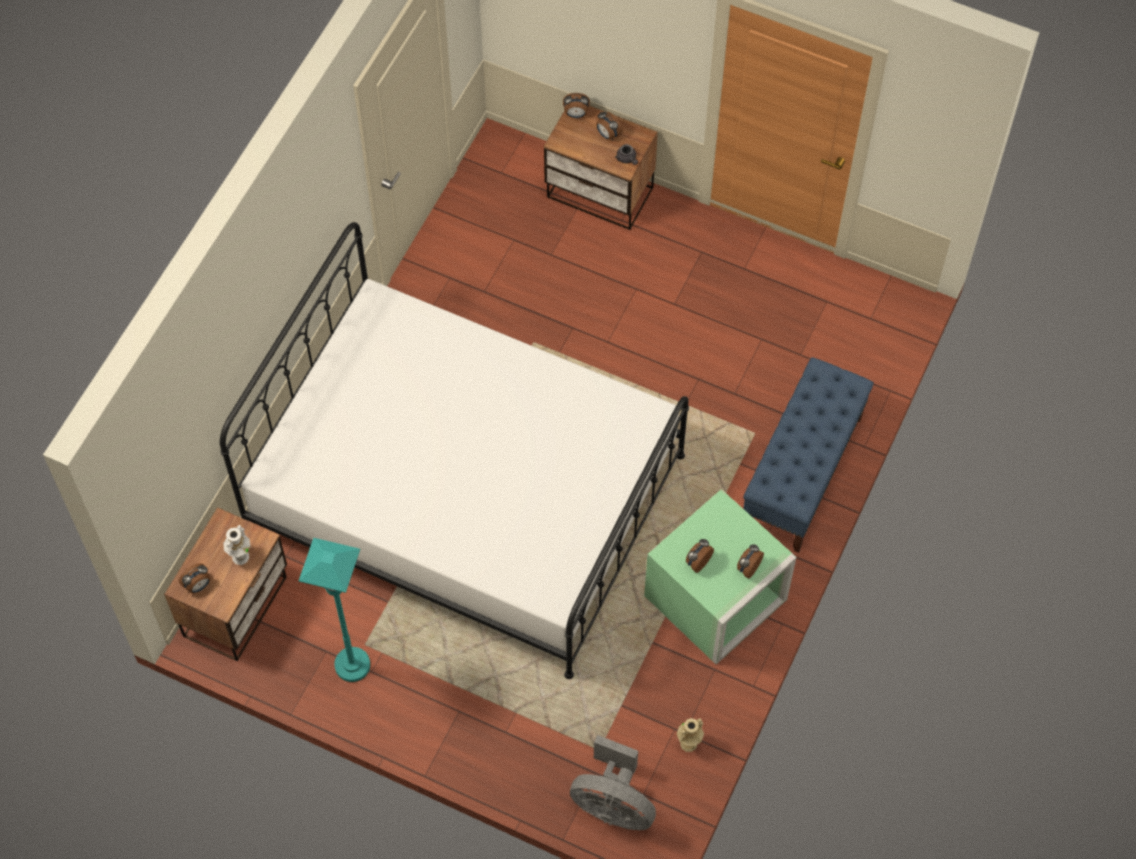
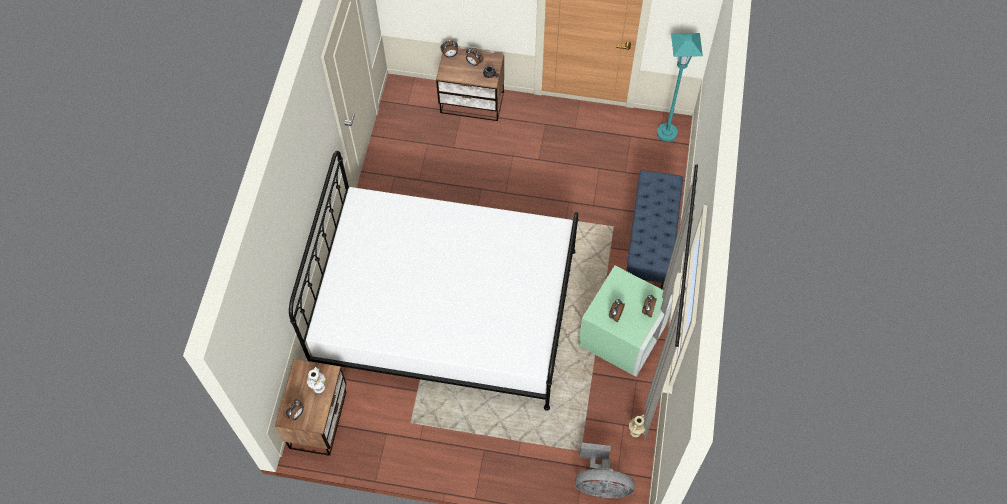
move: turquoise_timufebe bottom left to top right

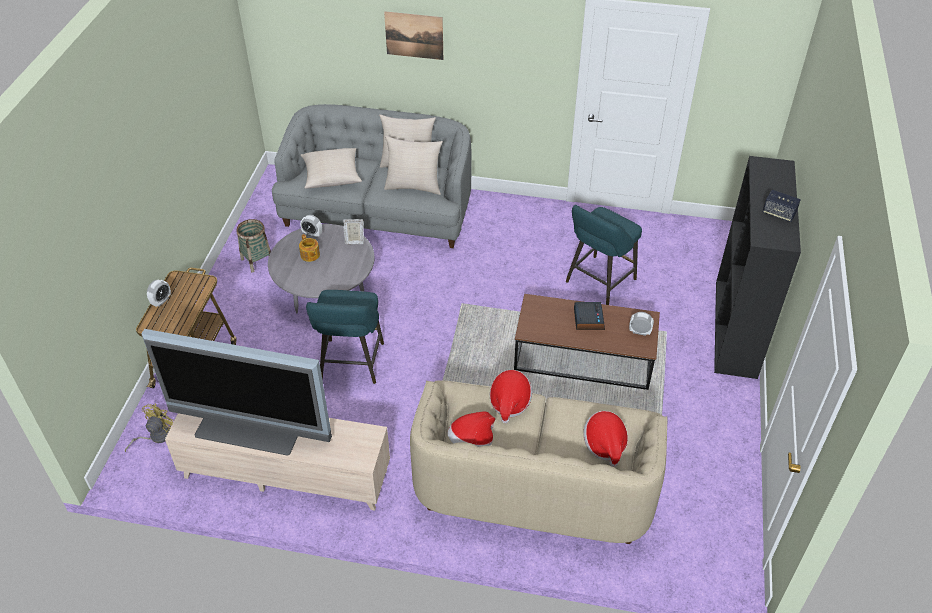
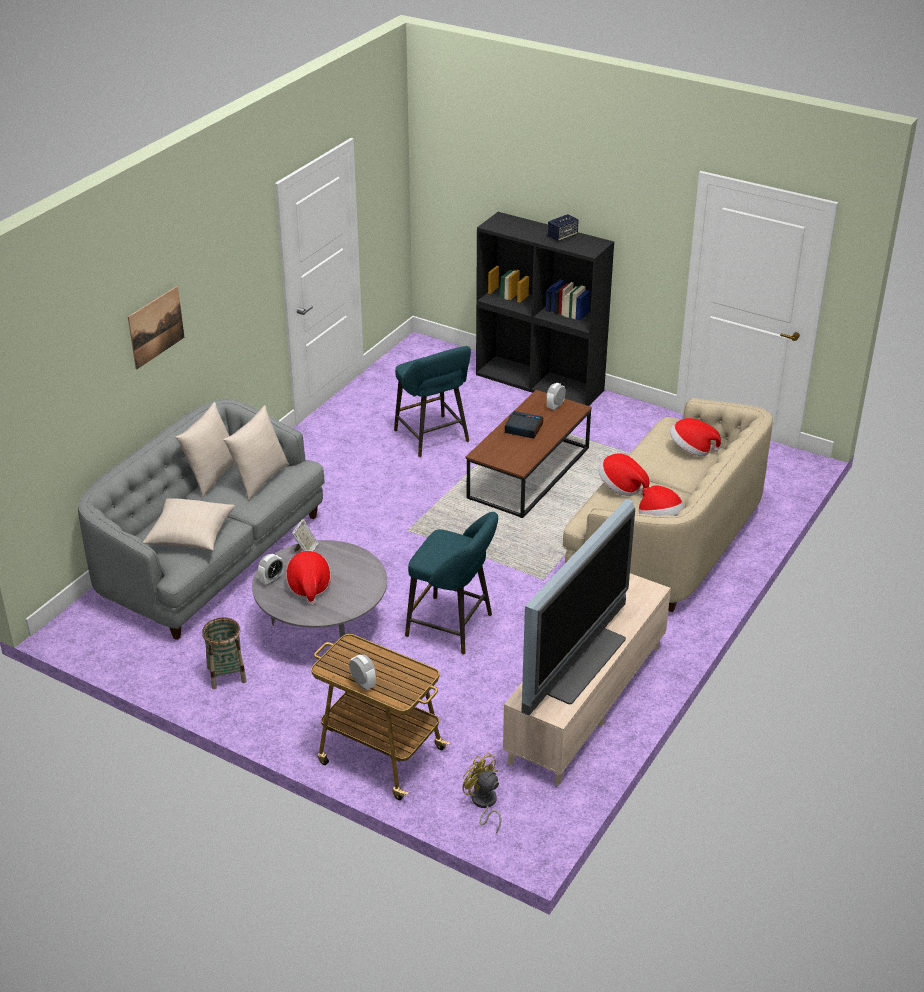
replace: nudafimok middle left to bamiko (1st from left) centre

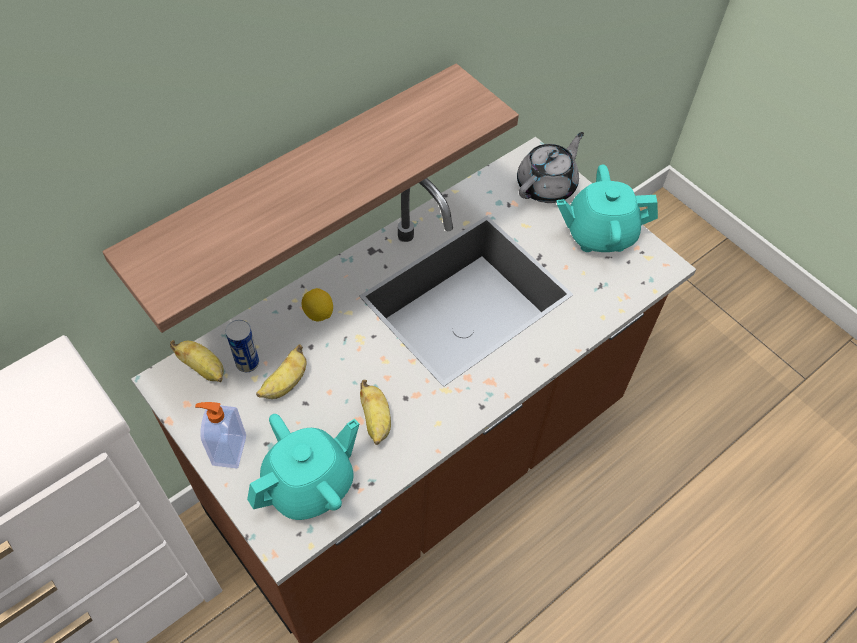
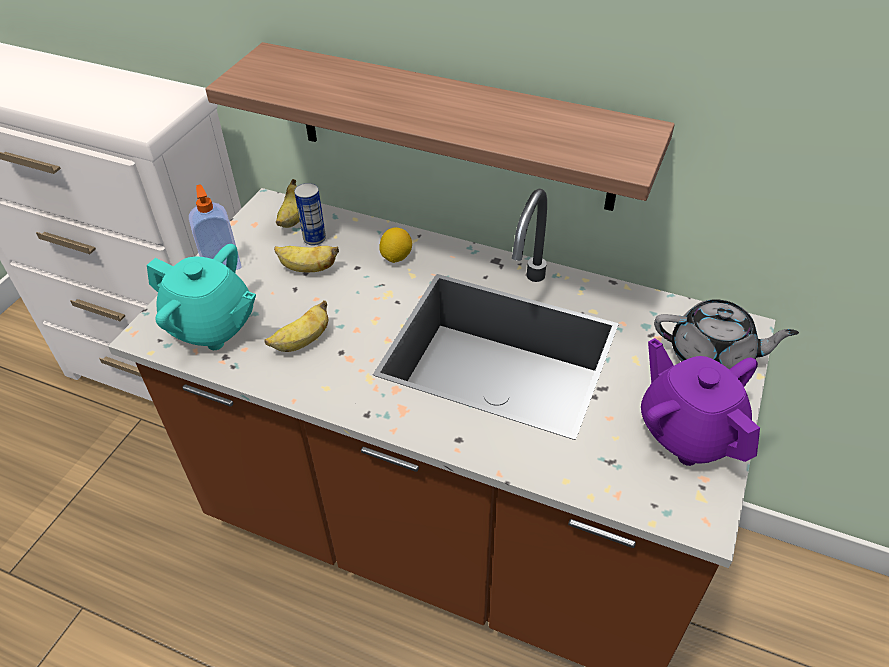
recolor: turquoise_nudafimok (2nd from left) top right to purple_nudafimok middle right

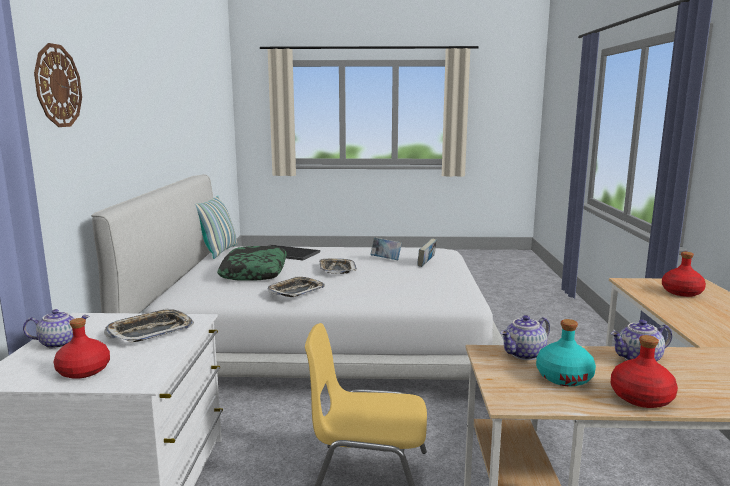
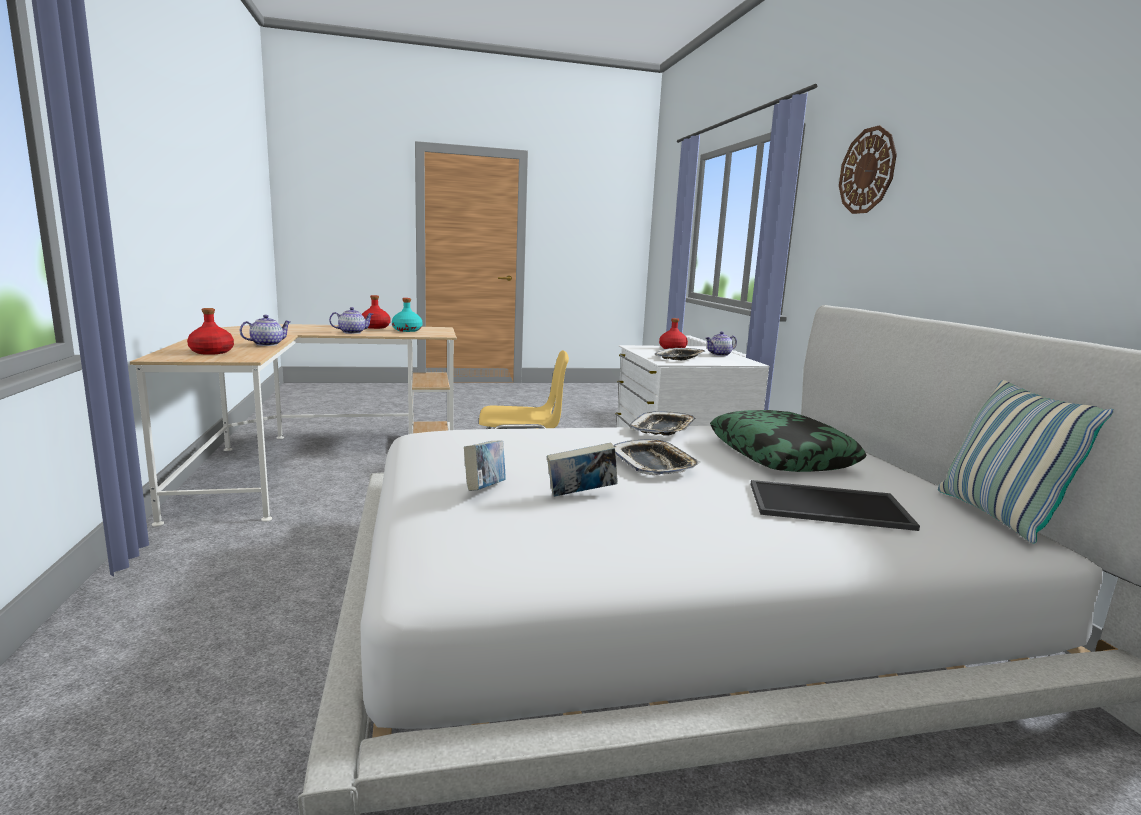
move: nudafimok (2nd from left in the first image) bottom right to nudafimok (1st from left) middle left

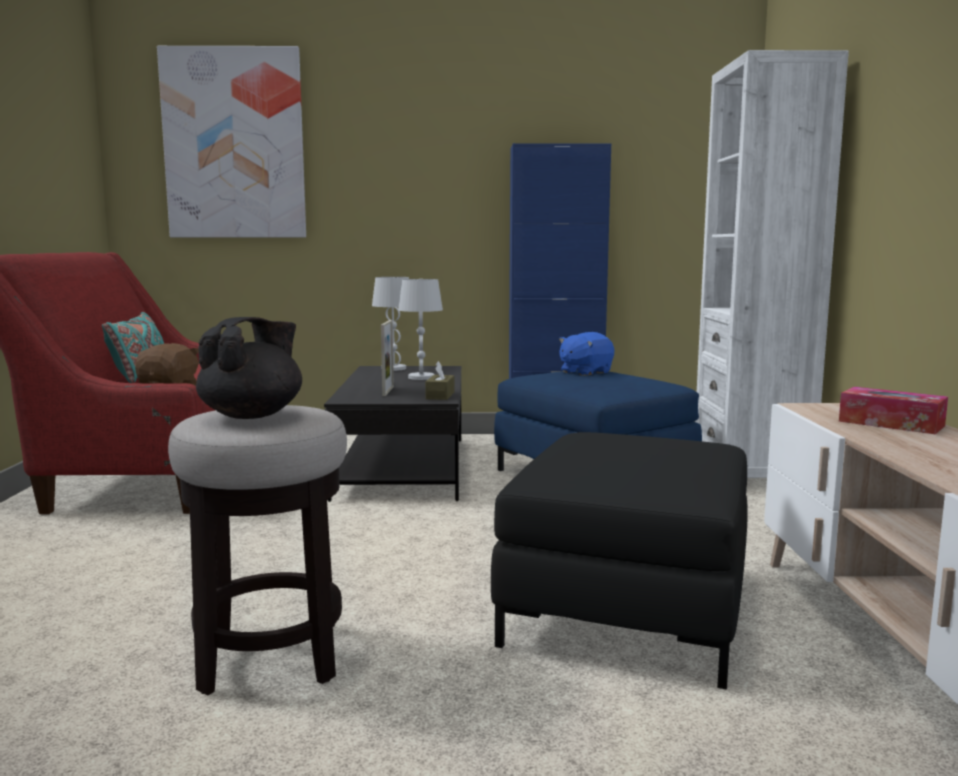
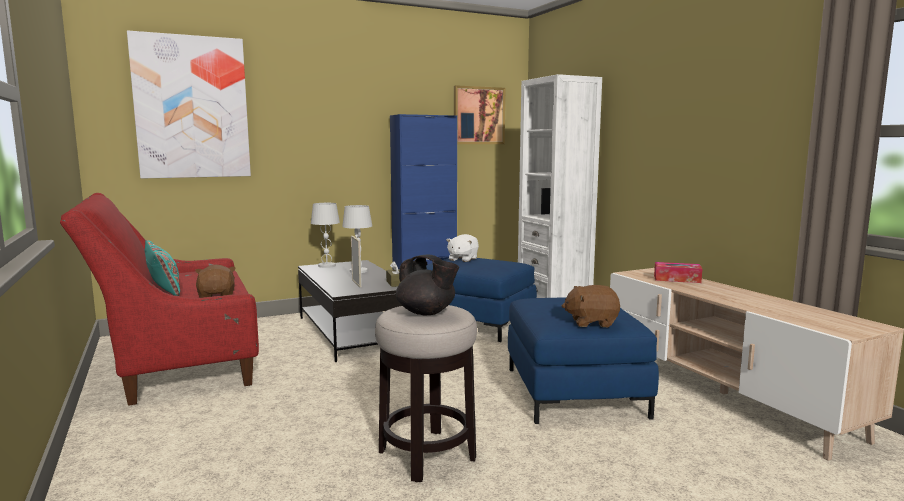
insert: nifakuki (2nd from left) top centre; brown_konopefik (2nd from left) centre
recolor: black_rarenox bottom centre to blue_rarenox (2nd from left) bottom centre; blue_konopefik centre to white_konopefik centre
rotate: black_nudafimok middle left = centre 120 degrees clockwise

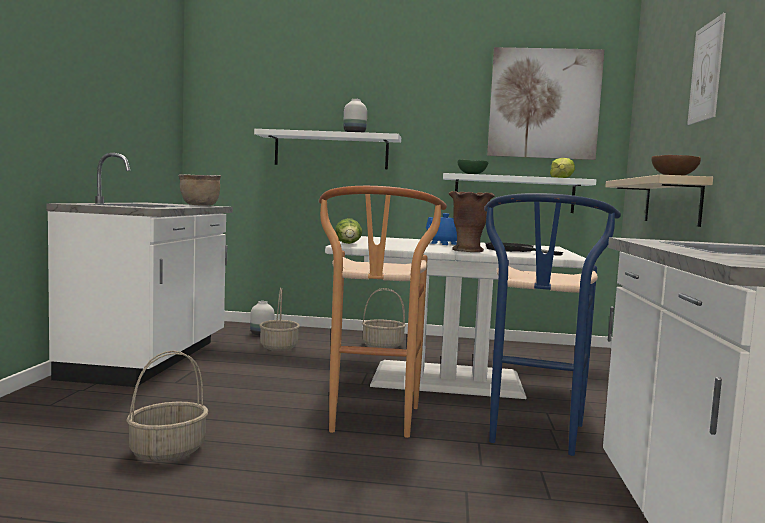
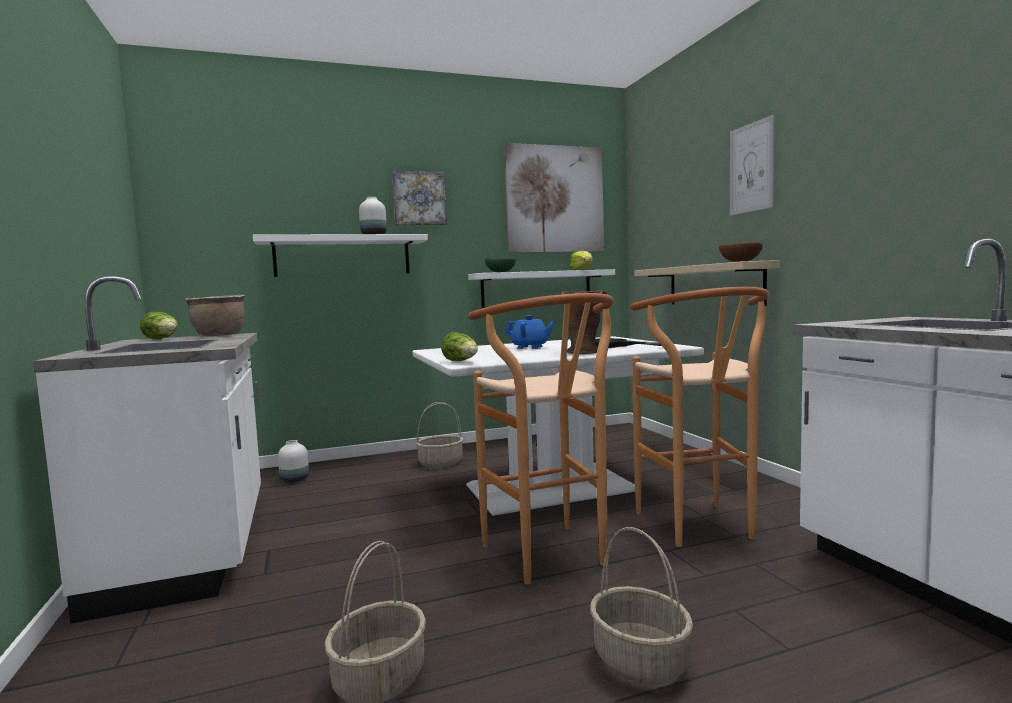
insert: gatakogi (1st from left) middle left; nifakuki (1st from left) top centre
move: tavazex (2nd from left in the first image) centre to tavazex (3rd from left) bottom centre
recolor: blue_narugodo middle right to brown_narugodo (2nd from left) middle right

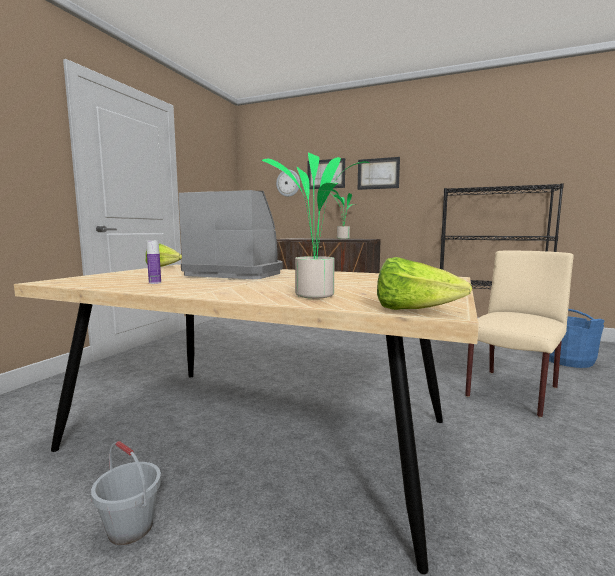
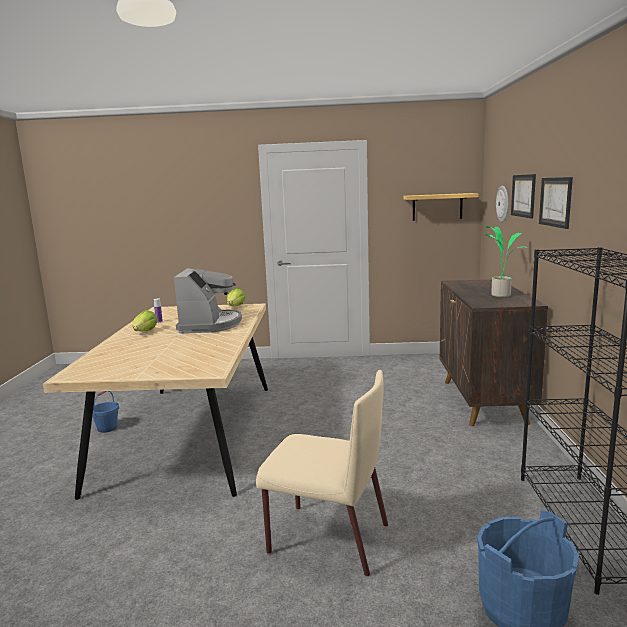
delete: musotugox (1st from left) centre
insert: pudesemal top right
move: gatakogi (2nd from left in the first image) middle right to gatakogi (1st from left) middle left
recolor: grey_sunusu bottom left to blue_sunusu (1st from left) middle left

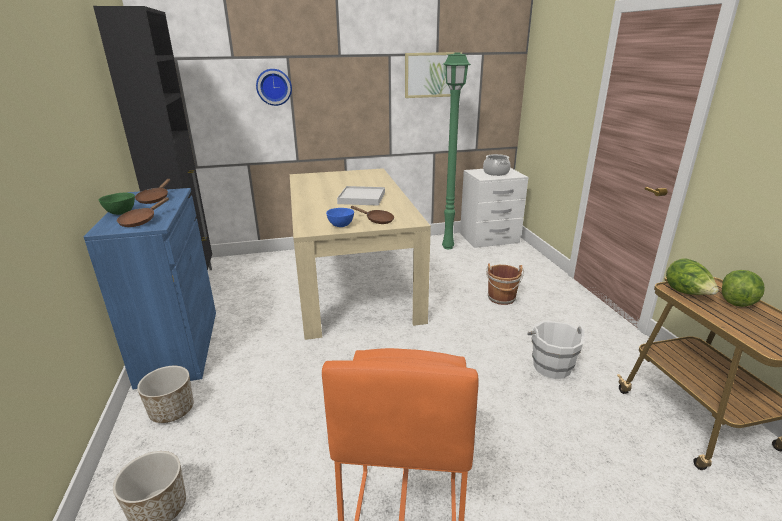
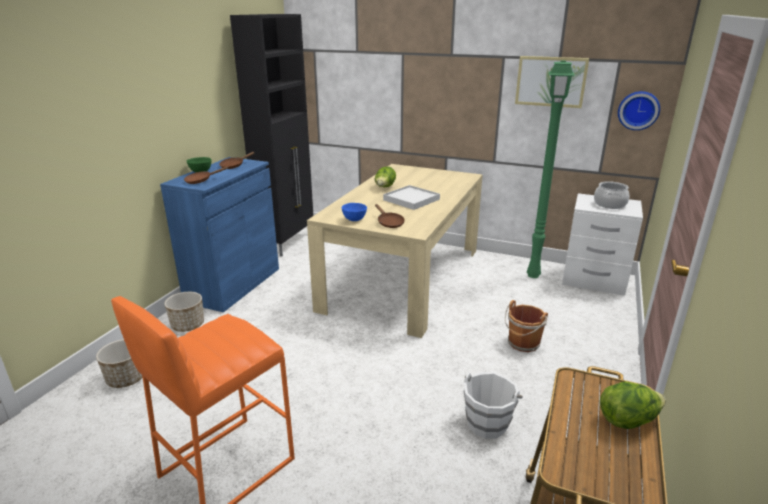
move: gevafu top centre to top right; gatakogi (1st from left) middle right to centre

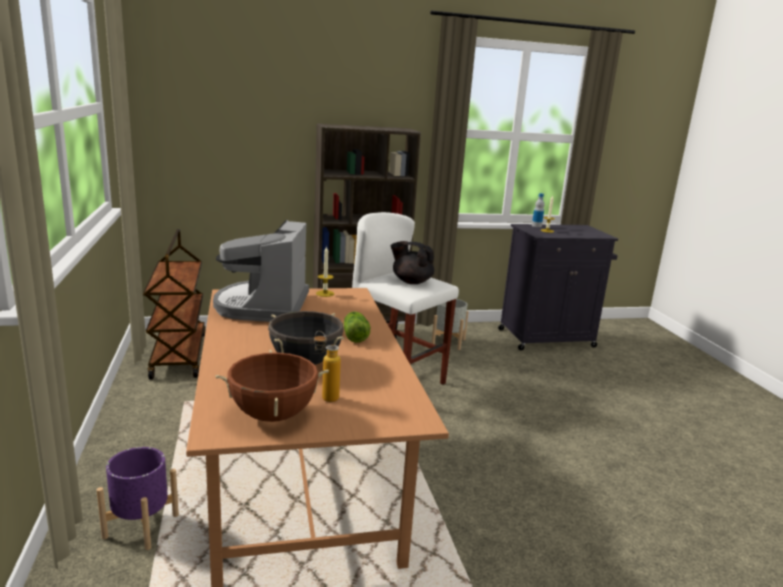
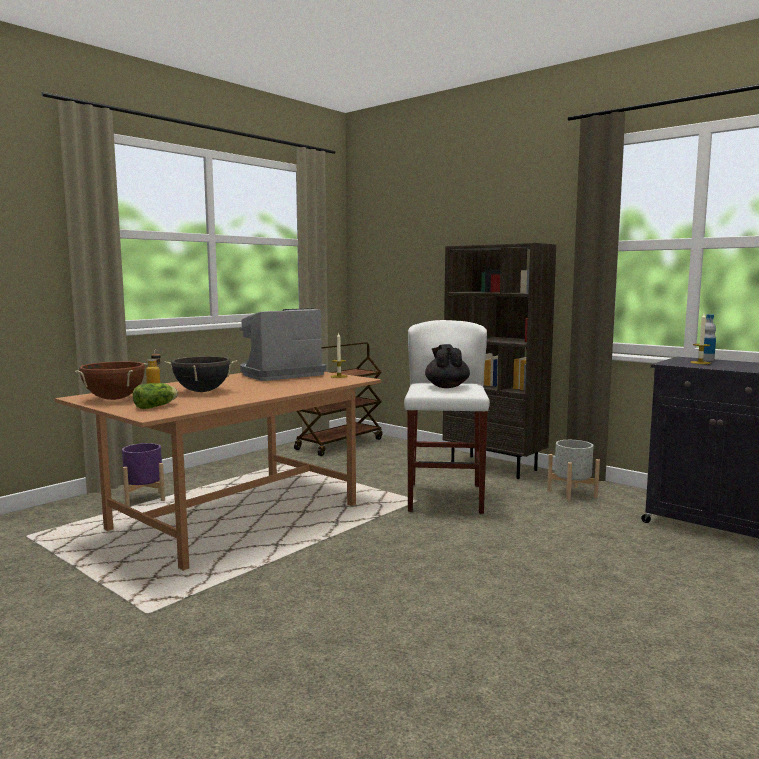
move: gatakogi centre to middle left

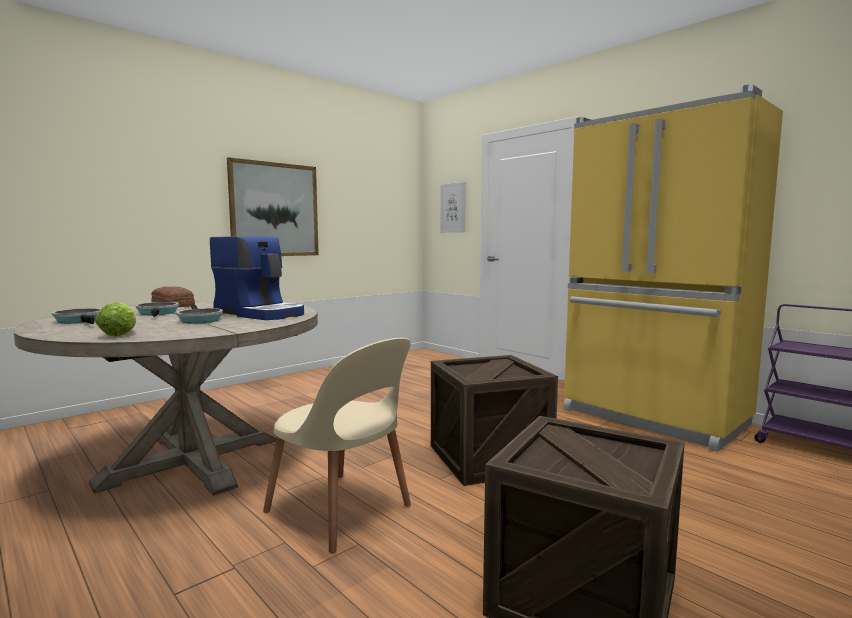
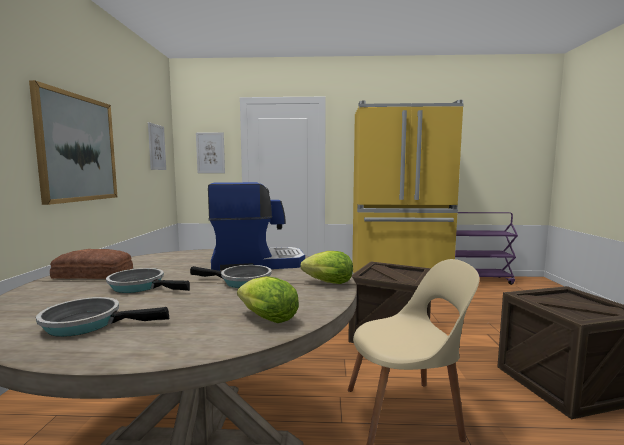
insert: nifakuki (2nd from left) top left; gatakogi (2nd from left) centre

